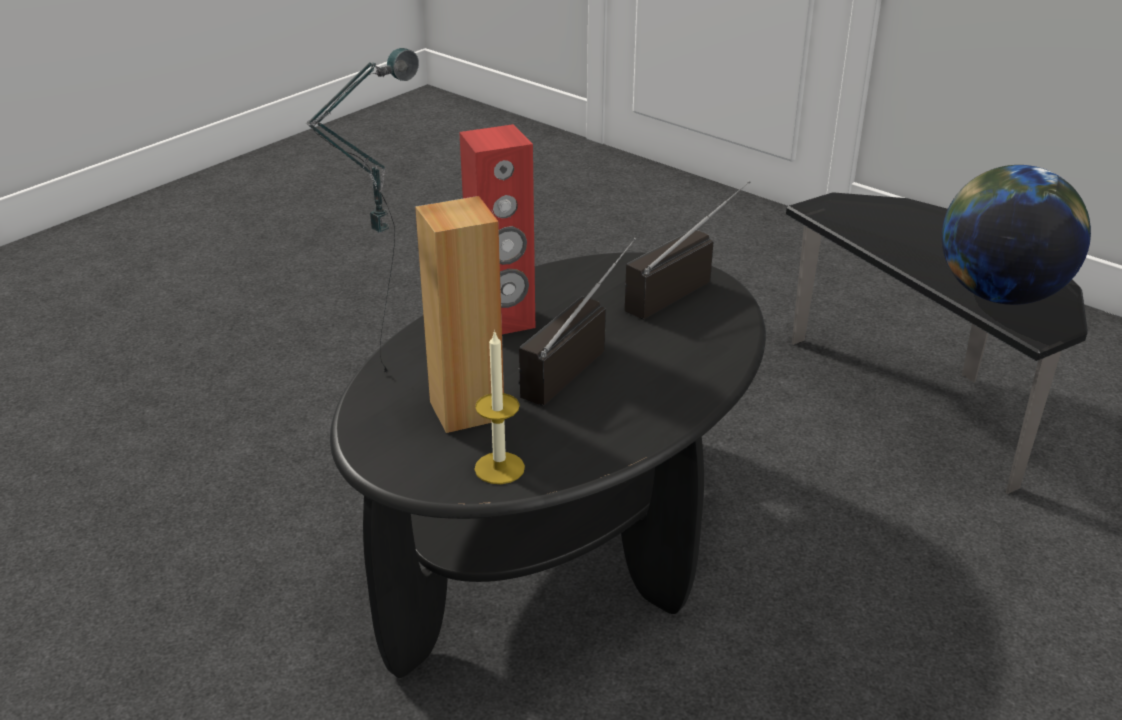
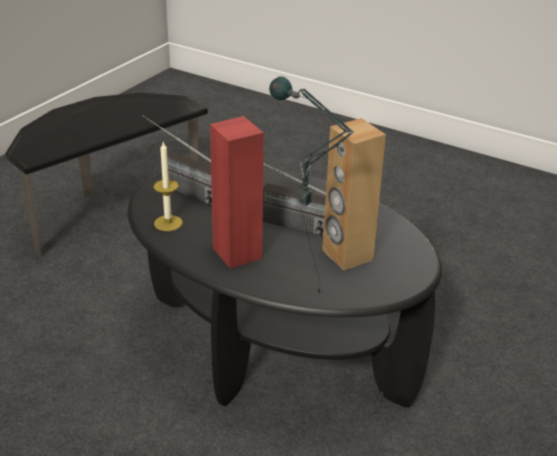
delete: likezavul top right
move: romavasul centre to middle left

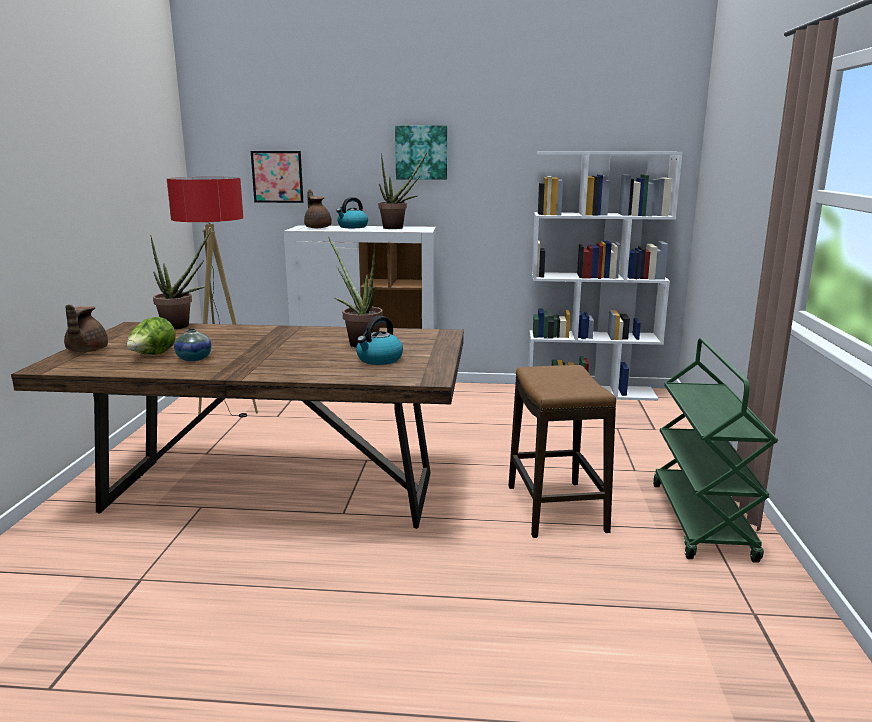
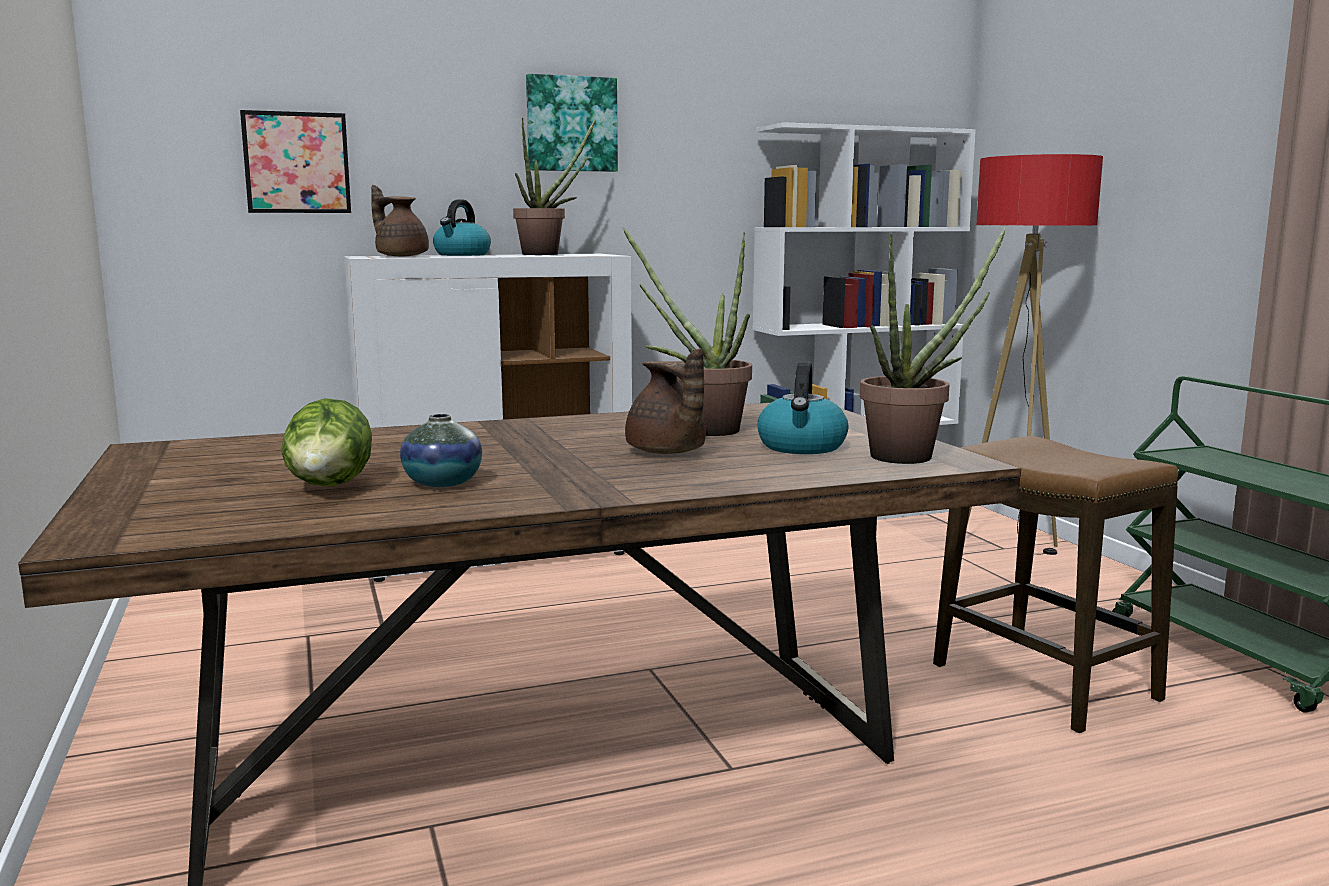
move: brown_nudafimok (1st from left in the first image) middle left to brown_nudafimok (2nd from left) centre; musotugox (1st from left in the first image) middle left to musotugox (3rd from left) middle right; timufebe middle left to middle right

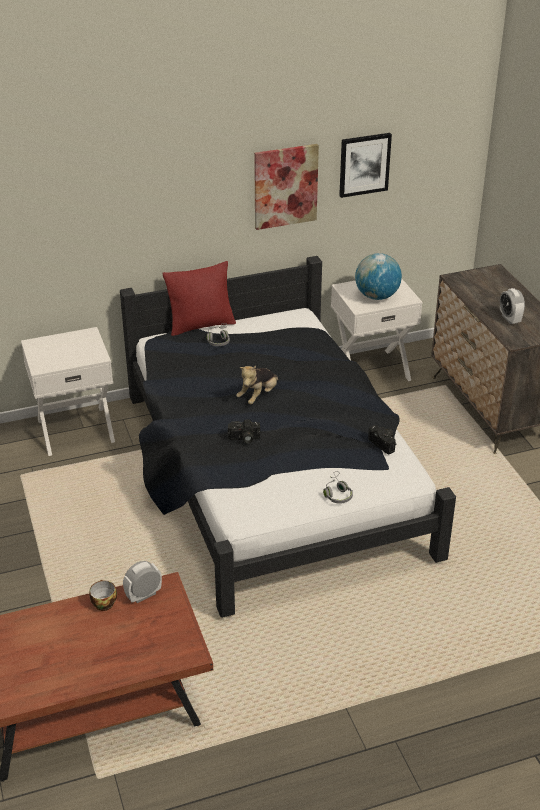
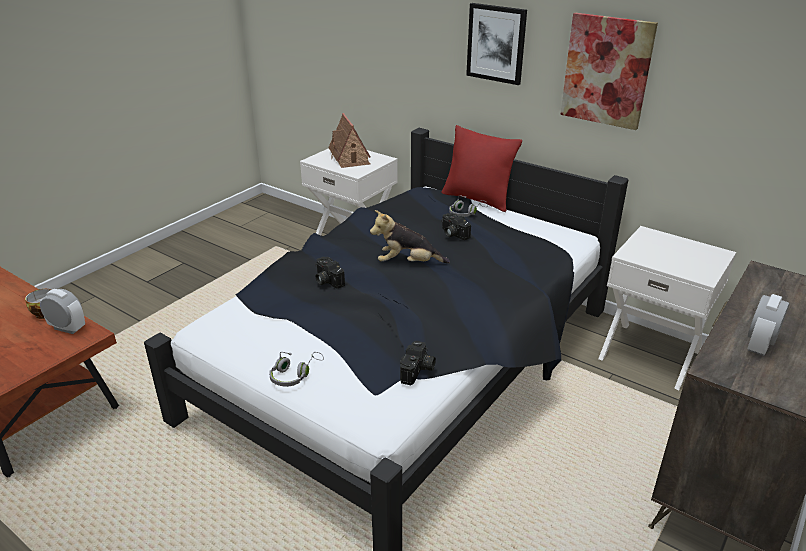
delete: likezavul middle right
insert: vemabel top centre; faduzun (3rd from left) centre
move: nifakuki (2nd from left in the first image) top right to nifakuki (1st from left) top centre

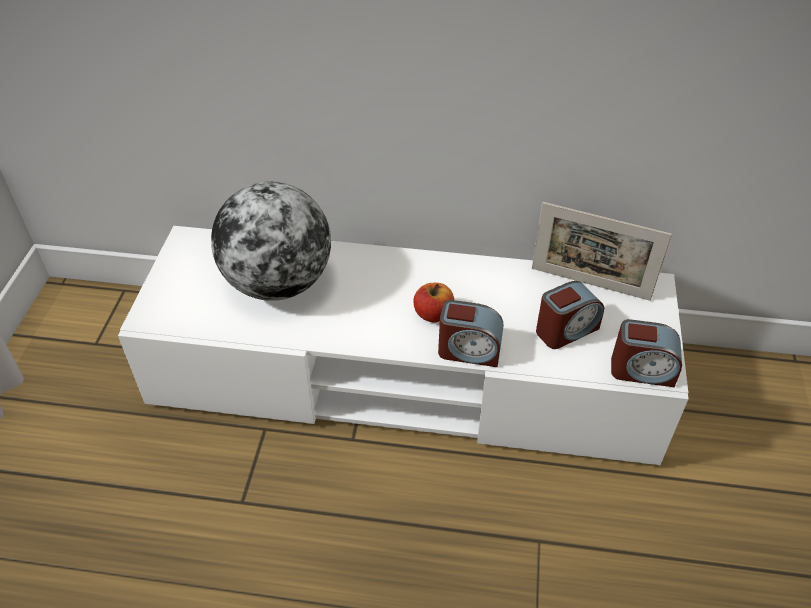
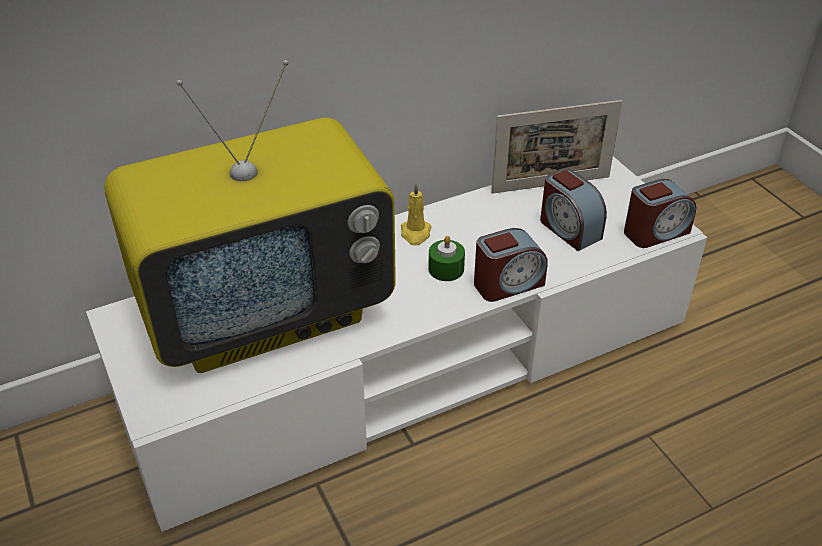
insert: yellow_romavasul centre
replace: likezavul centre to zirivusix middle left; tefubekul centre to green_romavasul centre
rotate: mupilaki (2nd from left) middle right = middle right 120 degrees clockwise

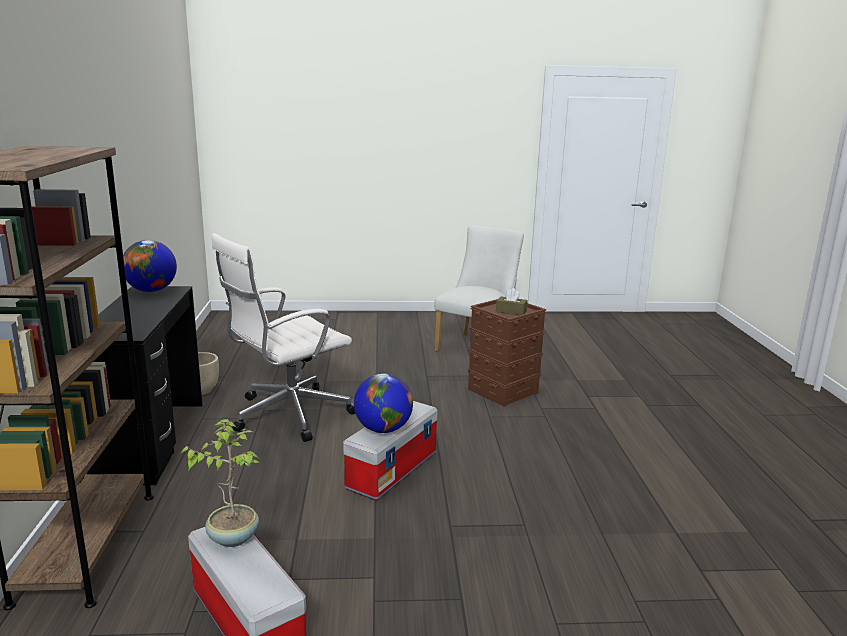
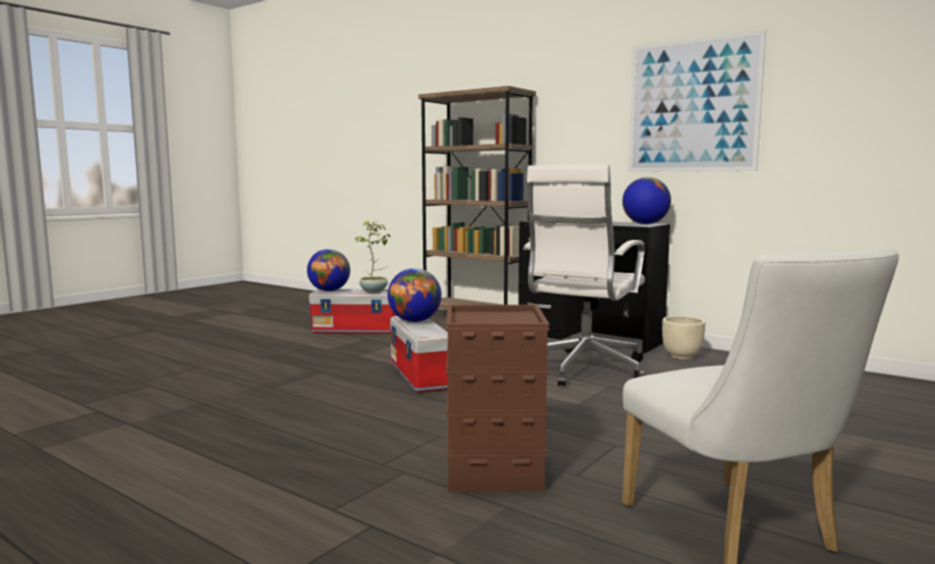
delete: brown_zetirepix centre
insert: likezavul (1st from left) centre; nifakuki top right
rotate: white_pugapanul centre = centre 150 degrees counterclockwise

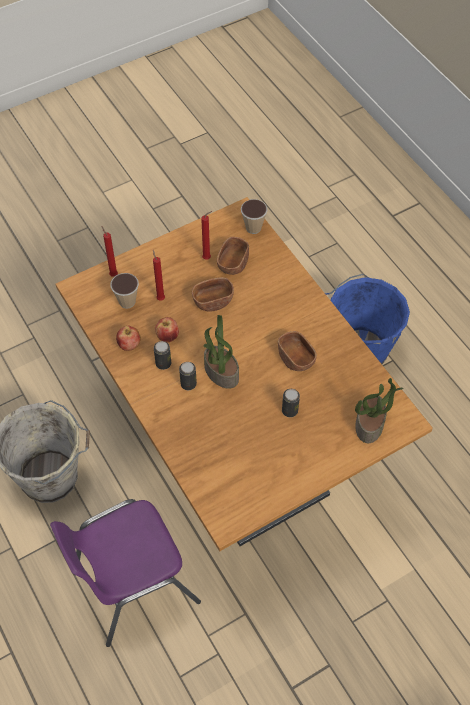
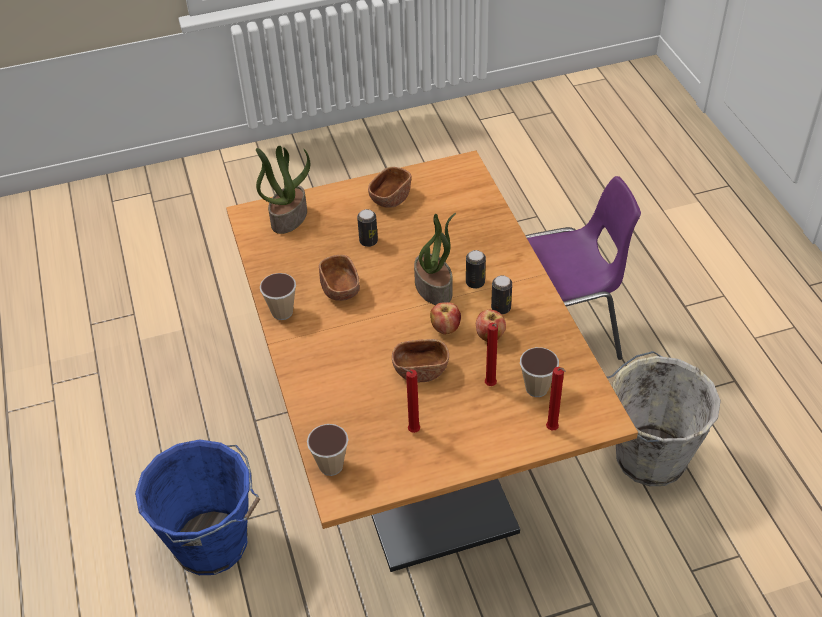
insert: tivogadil (1st from left) centre
move: tefubekul (1st from left) middle left to centre; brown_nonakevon (2nd from left) centre to top centre

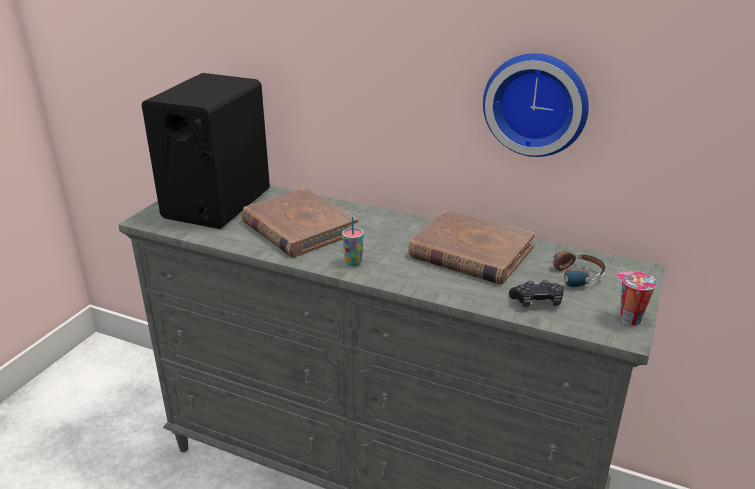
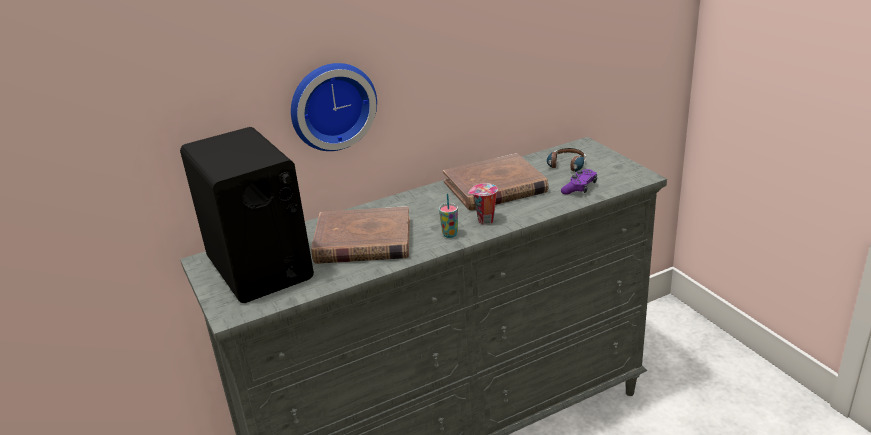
move: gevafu top right to top centre; tivogadil (2nd from left) middle right to centre
recolor: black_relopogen middle right to purple_relopogen centre

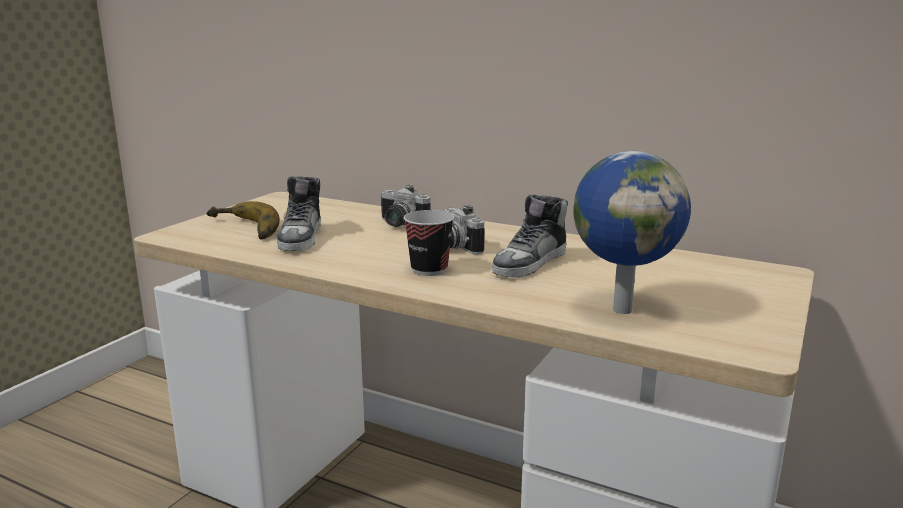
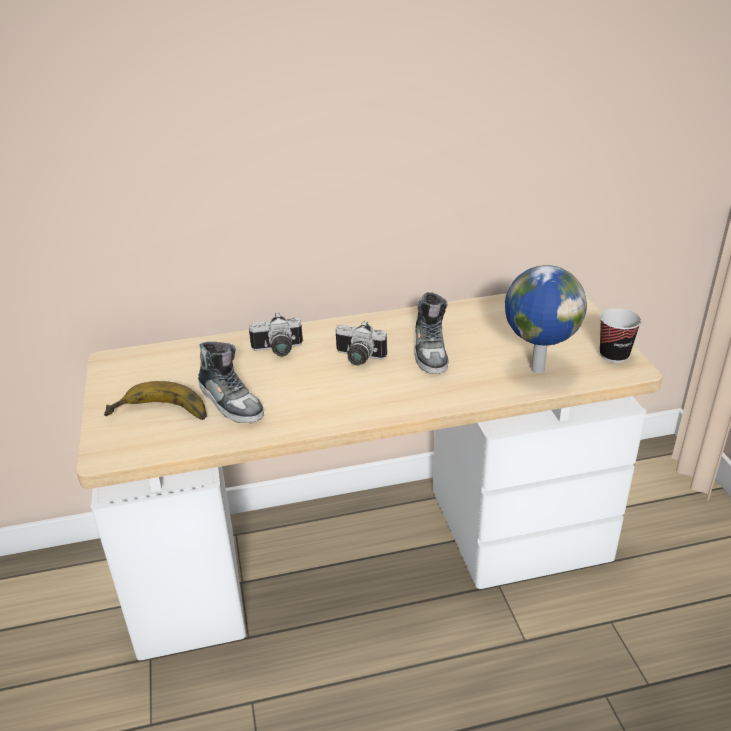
move: tivogadil centre to middle right

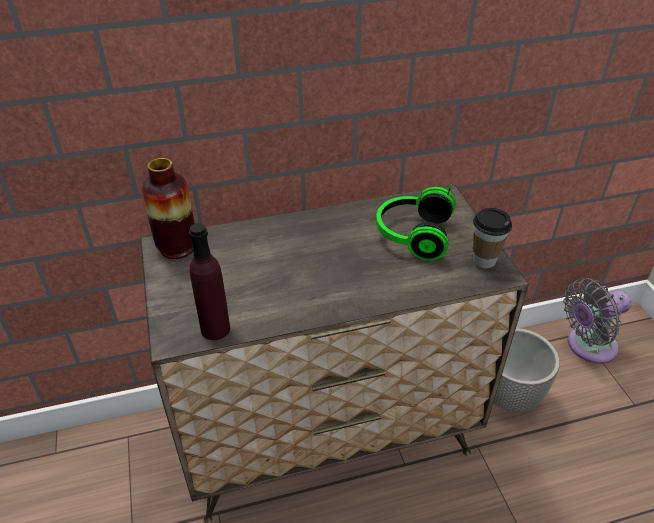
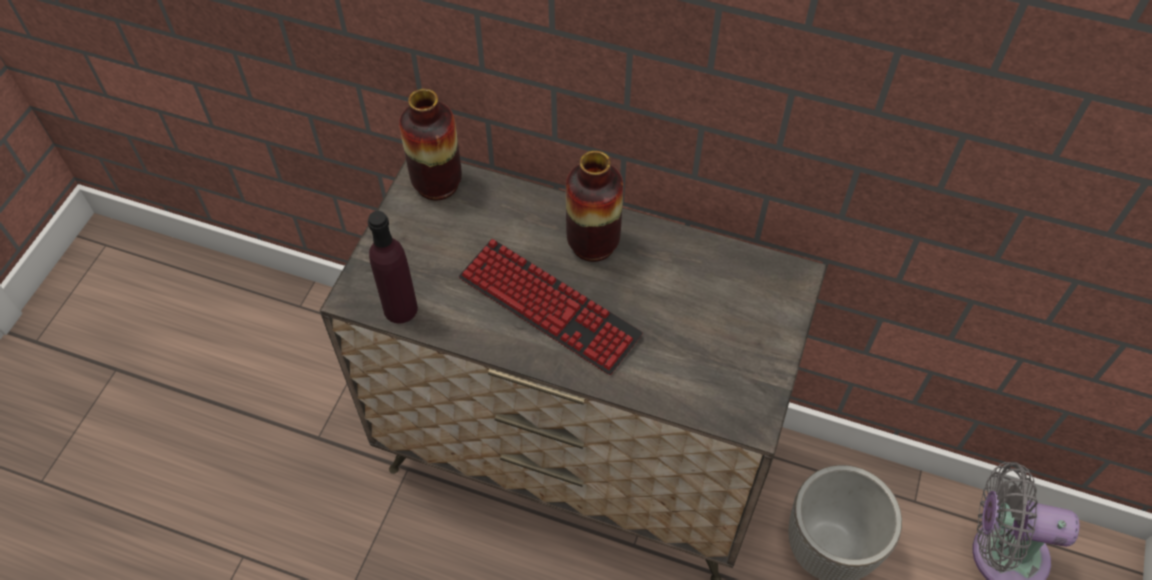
delete: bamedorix centre; tivogadil middle right
insert: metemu centre; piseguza (2nd from left) centre

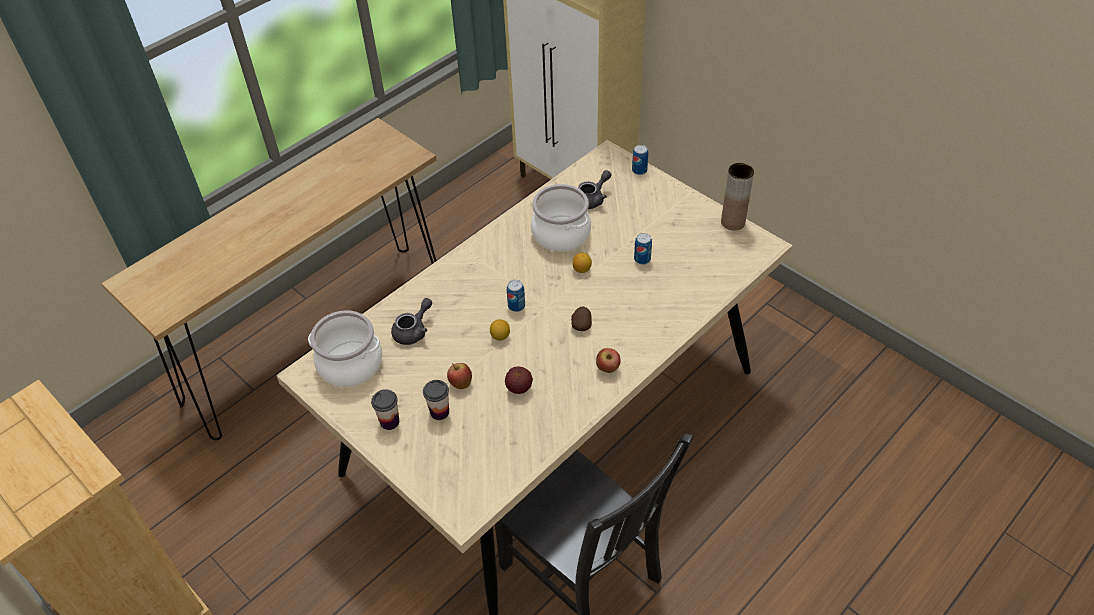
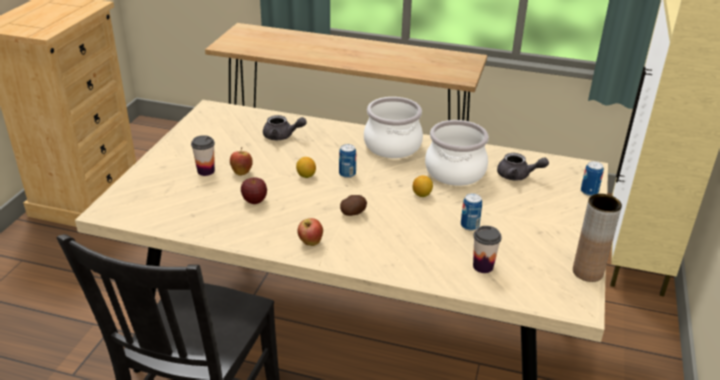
move: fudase (1st from left) middle left to centre; tivogadil (1st from left in the first image) centre to tivogadil (2nd from left) middle right

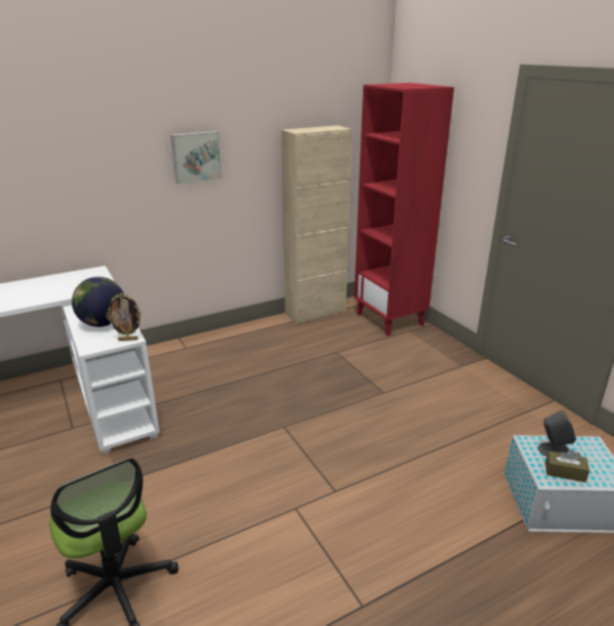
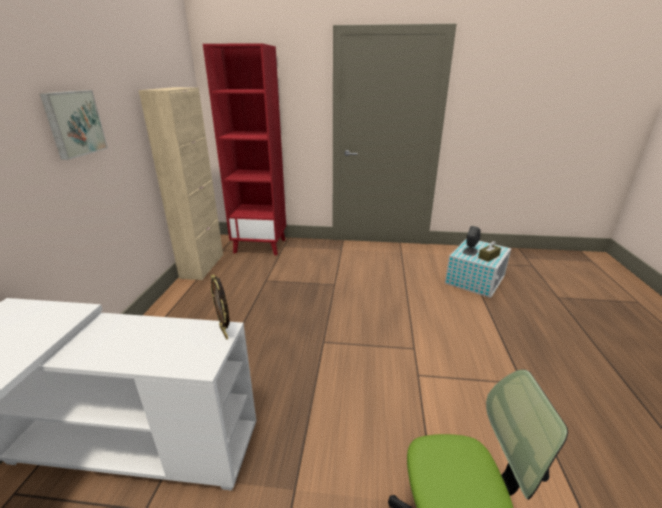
delete: likezavul middle left
rotate: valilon middle left = middle left 120 degrees clockwise

